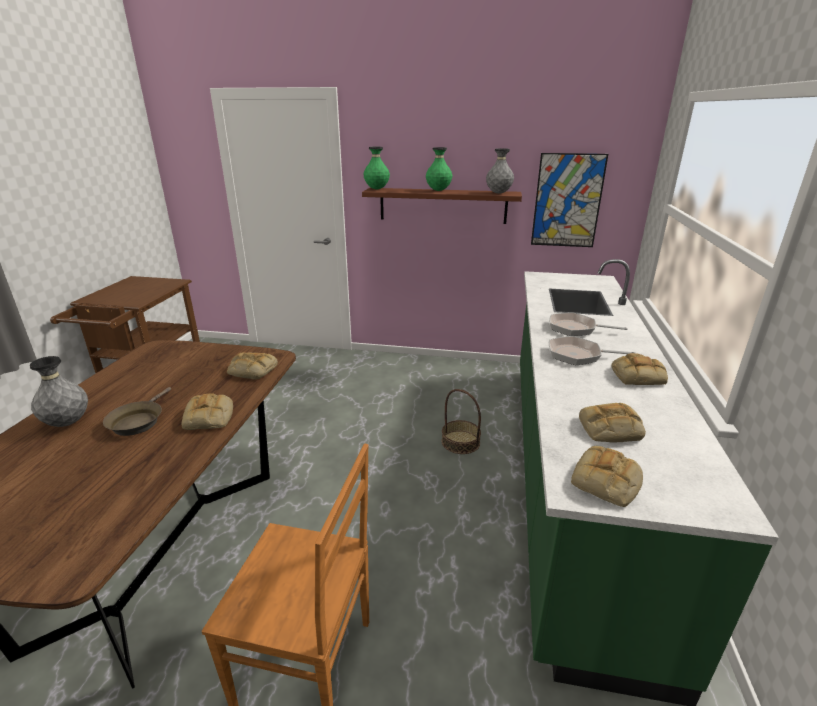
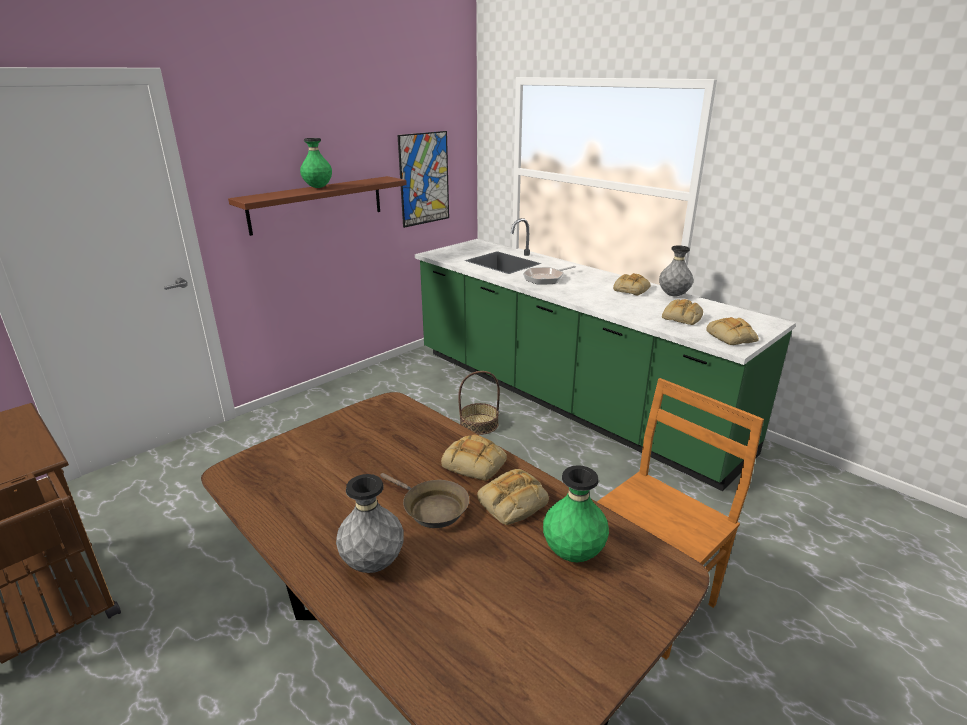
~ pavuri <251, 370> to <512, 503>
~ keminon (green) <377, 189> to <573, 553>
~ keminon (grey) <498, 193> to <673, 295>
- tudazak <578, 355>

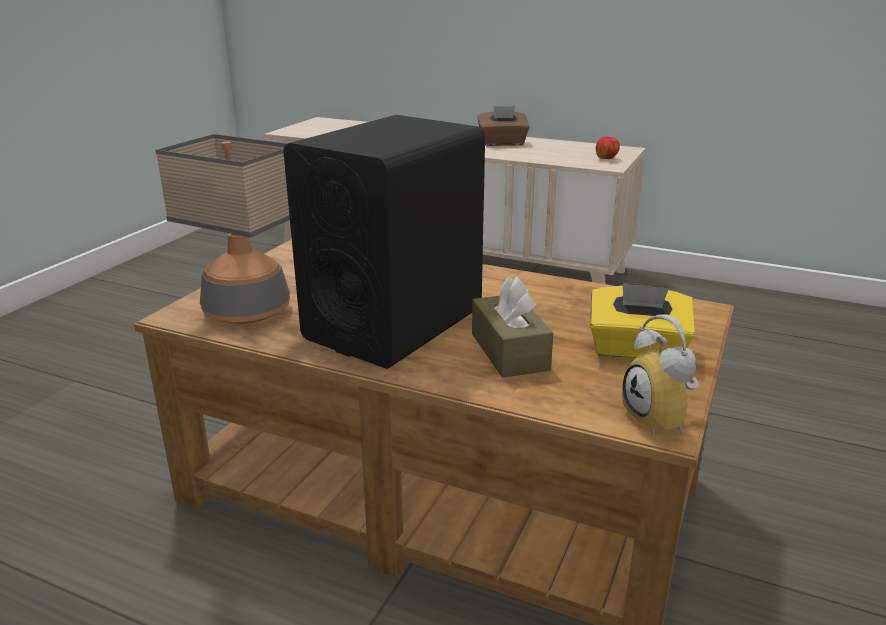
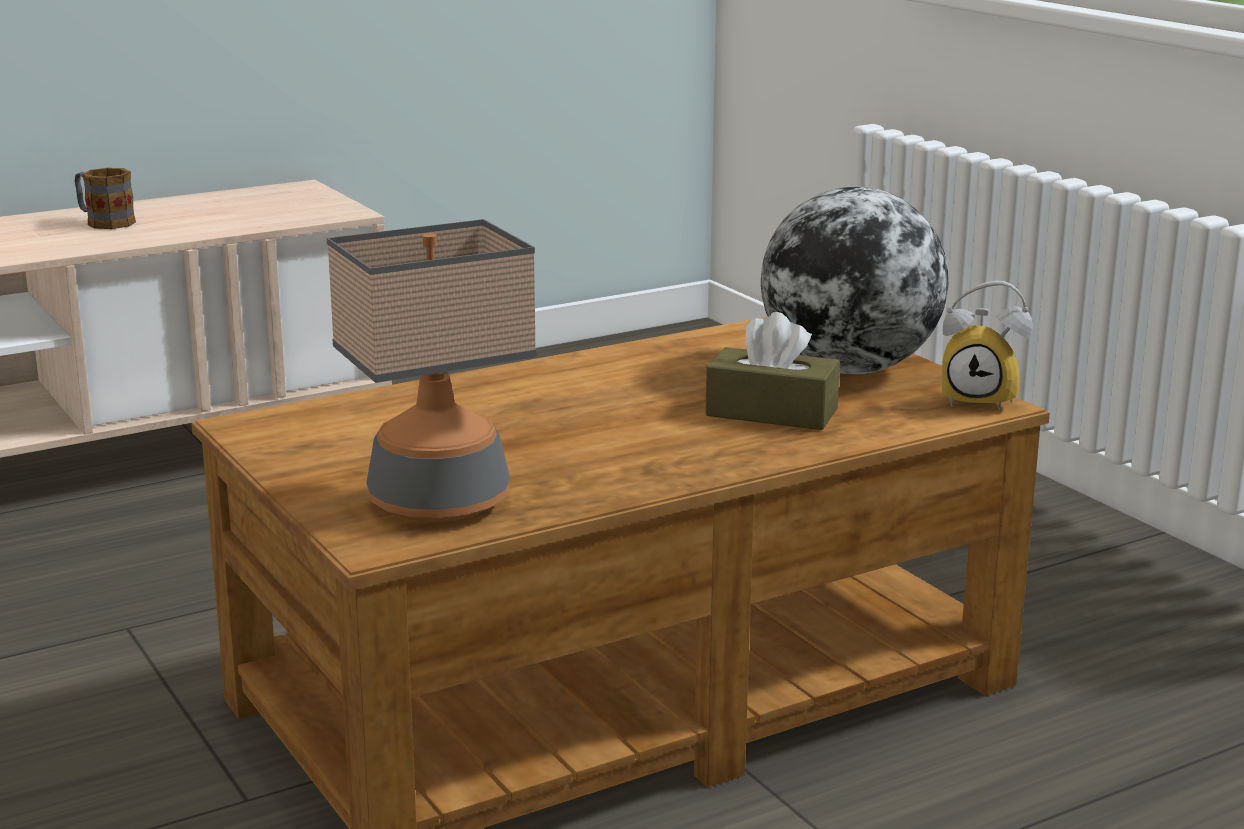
- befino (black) <394, 323>
~ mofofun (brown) <502, 143> to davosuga <104, 222>
~ mofofun (yellow) <636, 351> to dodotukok <848, 369>
- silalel <606, 158>

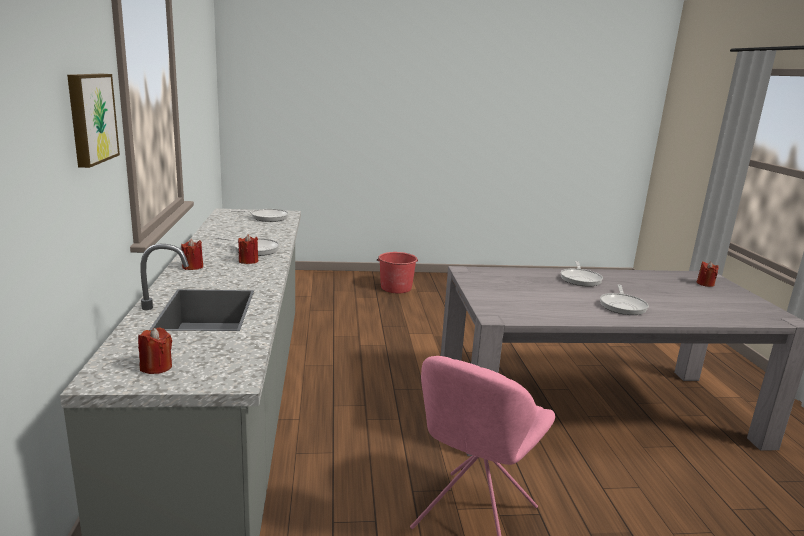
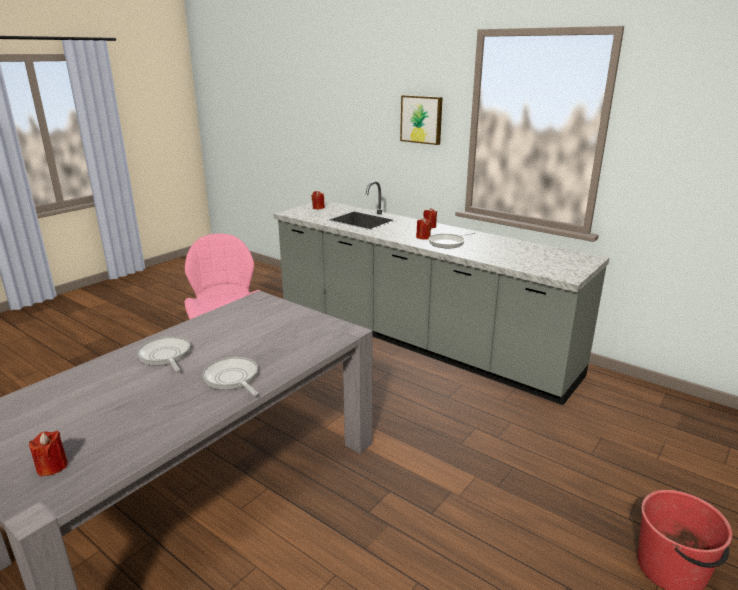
- tudazak <267, 217>

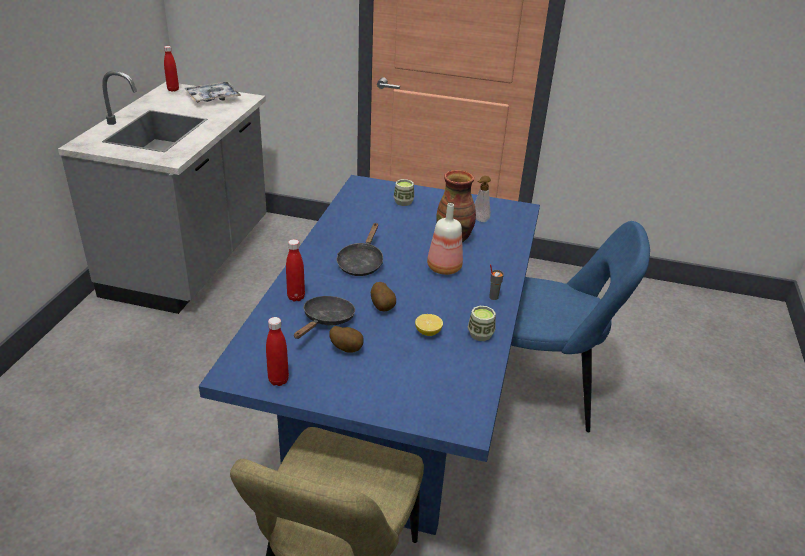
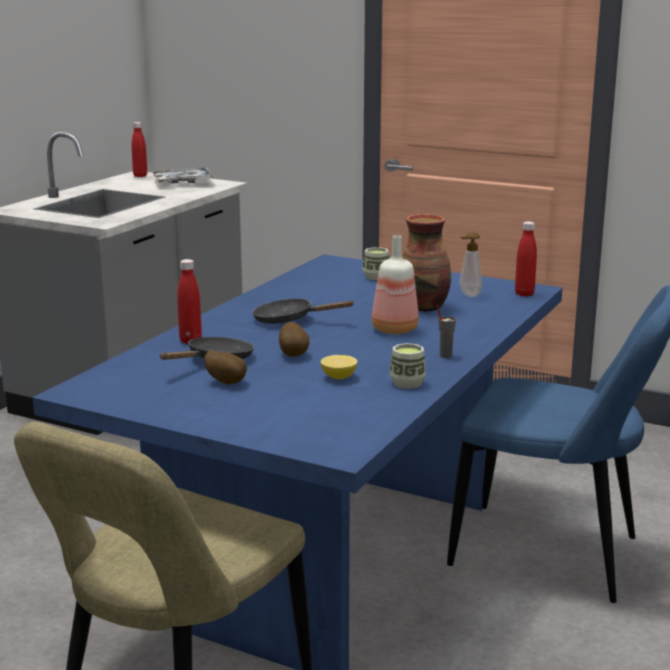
~ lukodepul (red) <278, 380> to <524, 294>
~ tudazak (black) <361, 262> = <289, 320> 75 degrees clockwise

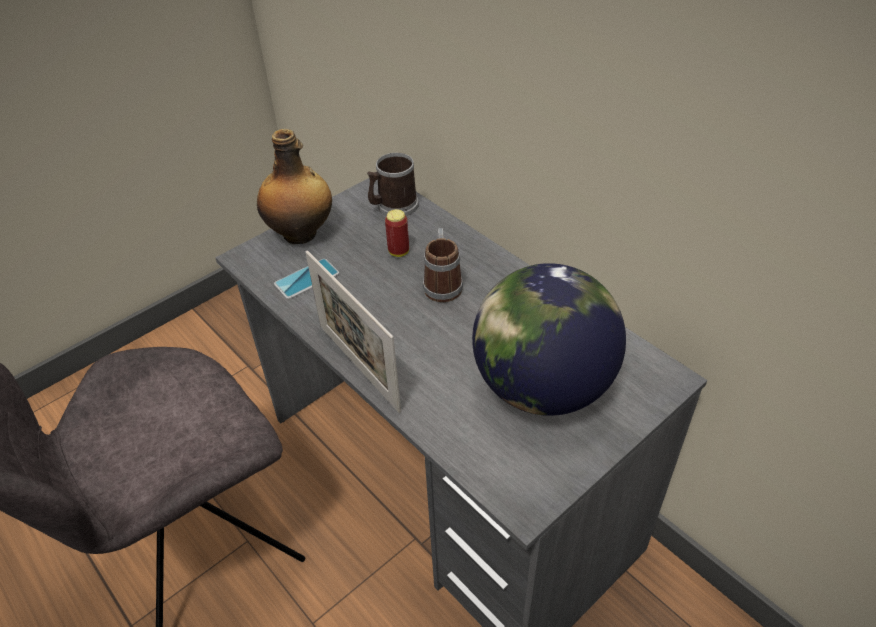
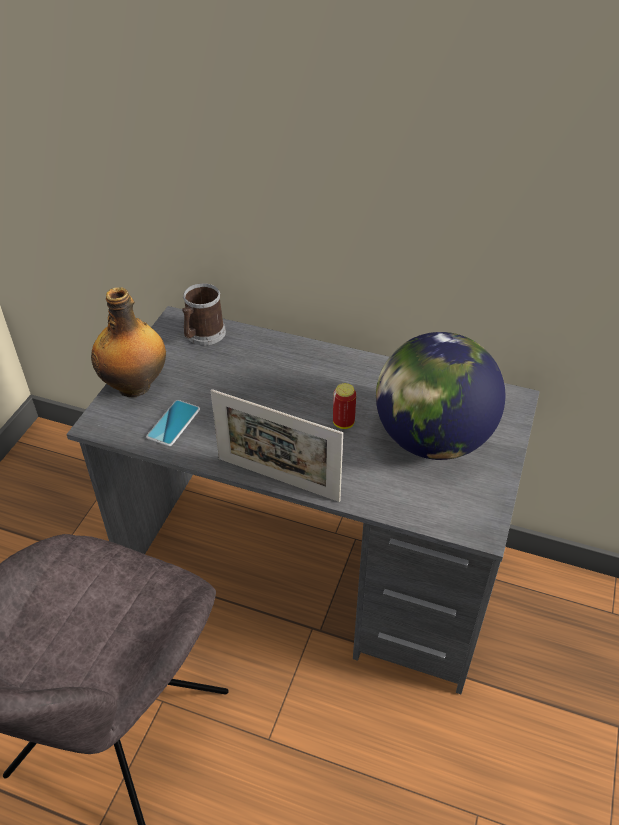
~ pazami <398, 252> to <343, 423>
- davosuga <442, 283>

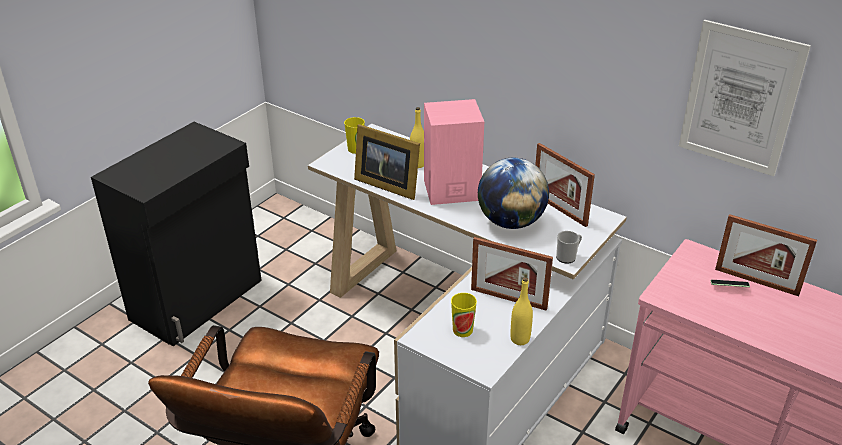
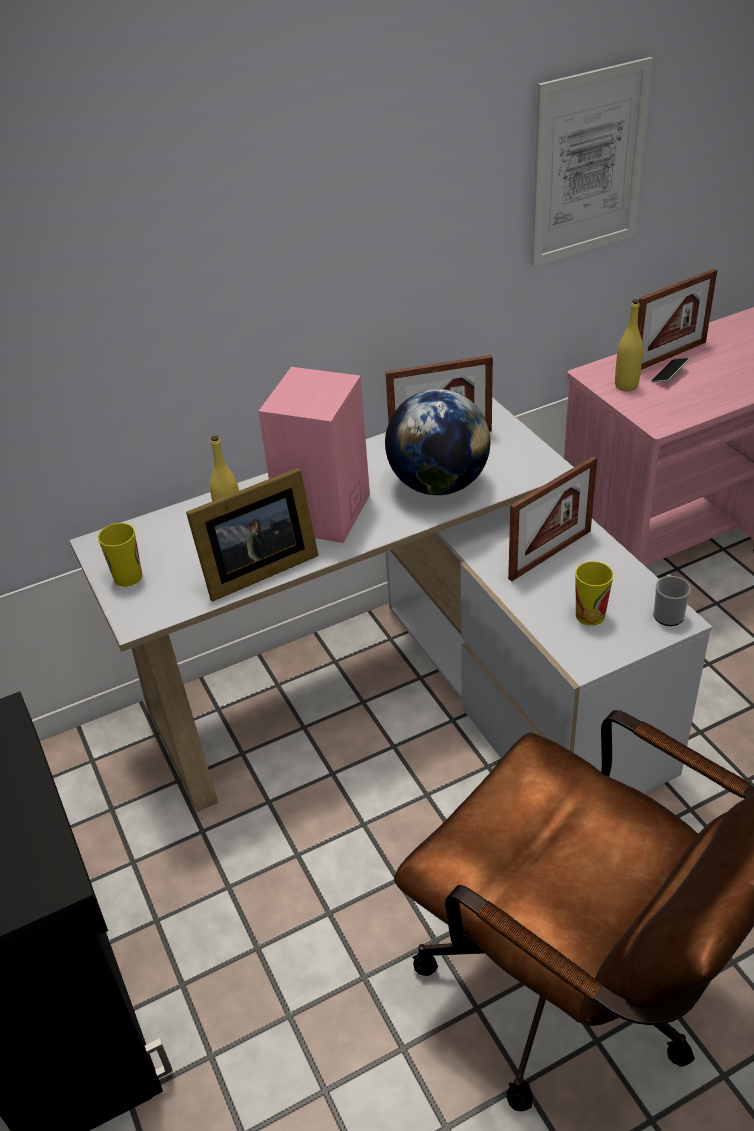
~ lukodepul (yellow) <520, 339> to <626, 386>
~ davosuga <568, 256> to <667, 613>

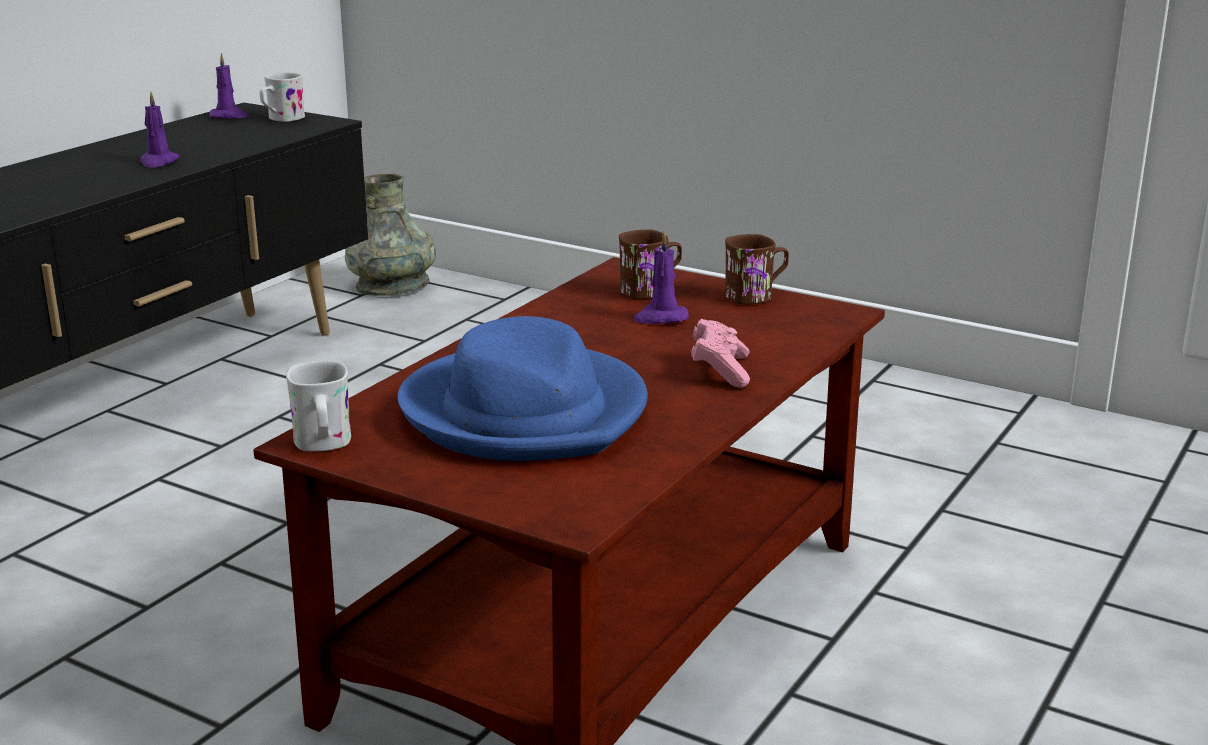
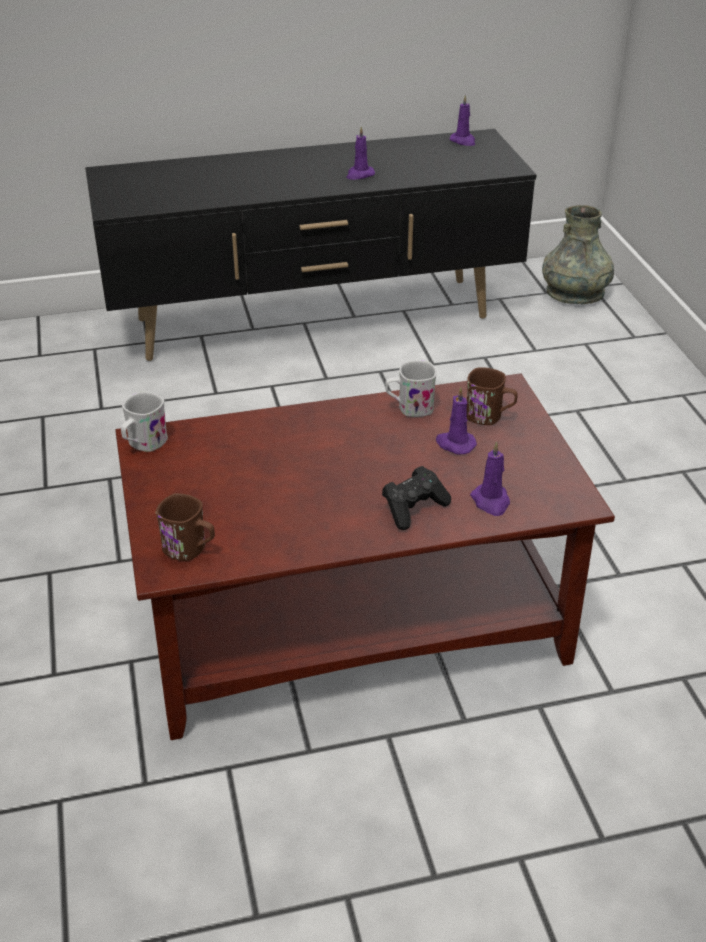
~ davosuga (white) <282, 119> to <409, 408>
- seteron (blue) <526, 412>
~ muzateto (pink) <720, 370> to muzateto (black) <414, 508>
~ davosuga (brown) <756, 296> to <190, 549>
+ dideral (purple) <491, 502>

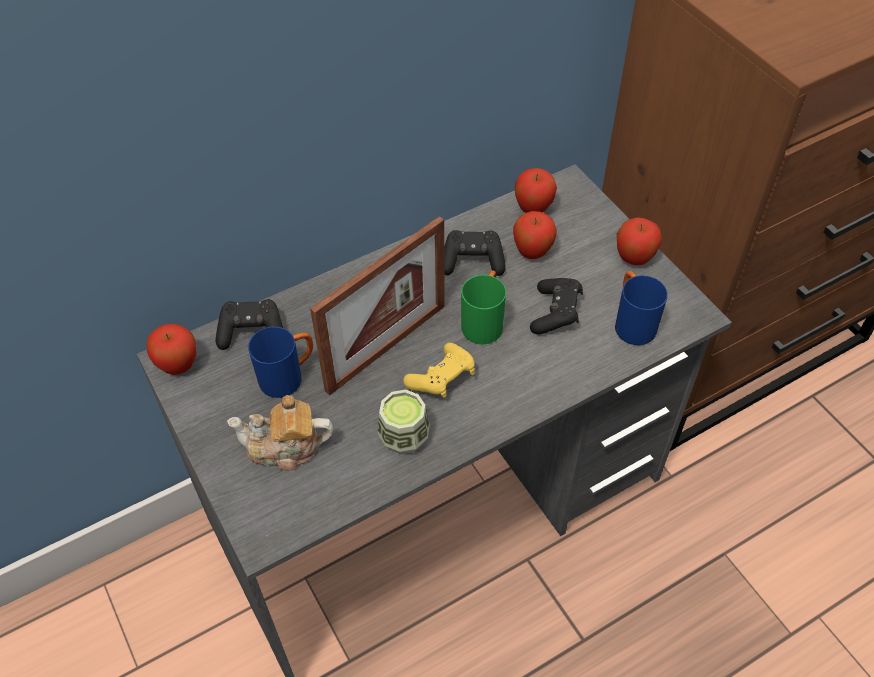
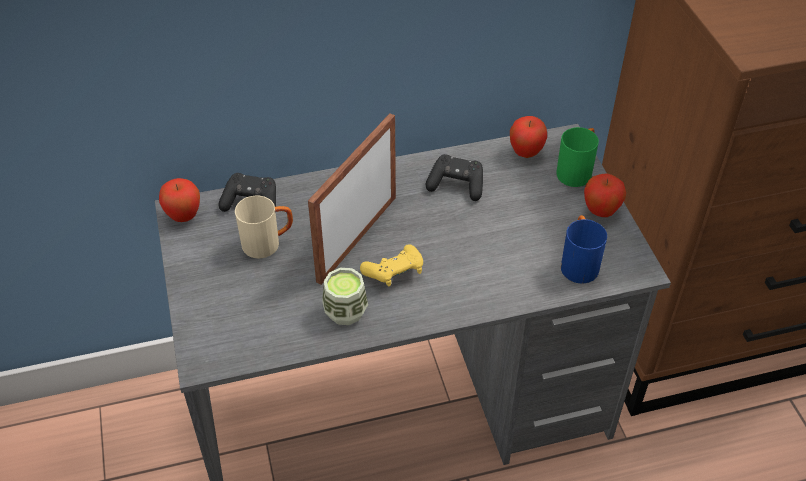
- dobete <285, 448>
~ davosuga (blue) <288, 376> to davosuga (beige) <268, 243>
~ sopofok <386, 347> = <357, 238> 150 degrees clockwise
~ davosuga (green) <484, 322> to <576, 171>
- silalel <532, 252>
- muzateto (black) <556, 313>

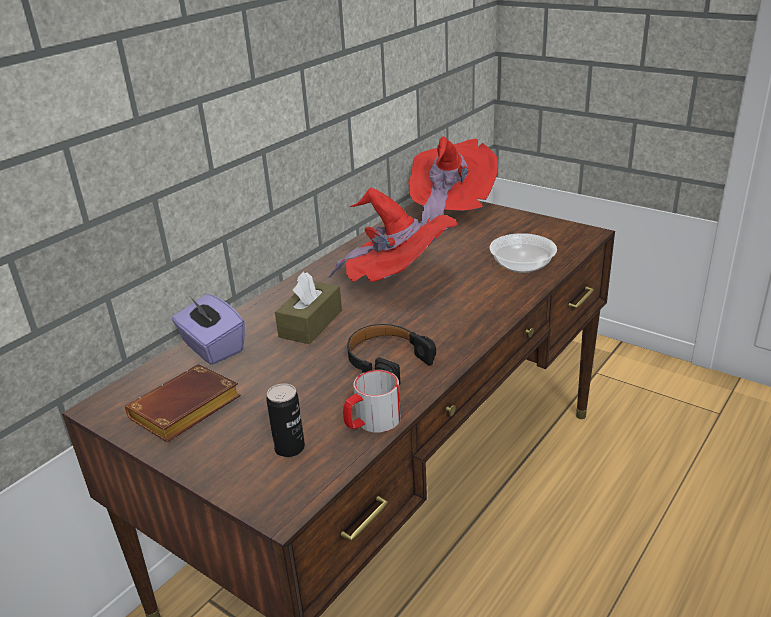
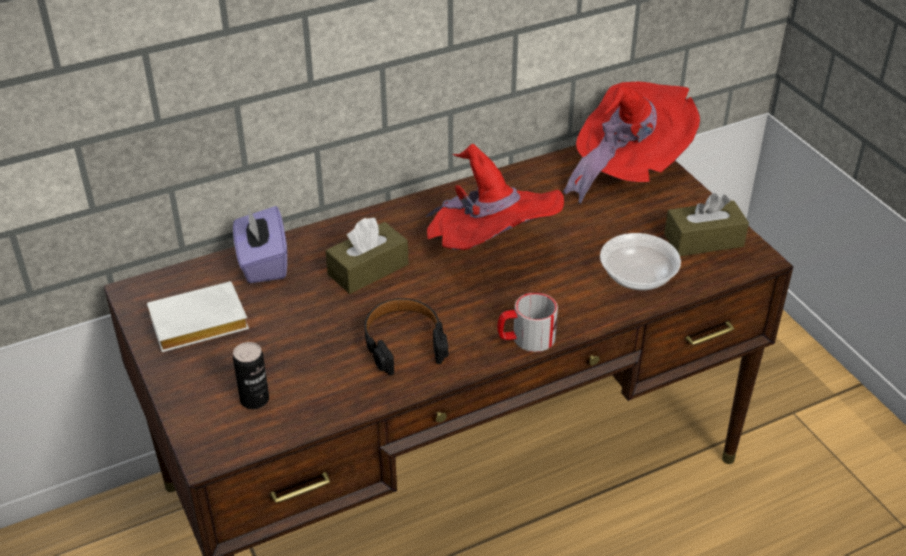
~ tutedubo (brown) <185, 412> to tutedubo (white) <196, 326>
~ davosuga <371, 422> to <526, 338>
+ mofofun (brown) <703, 240>

